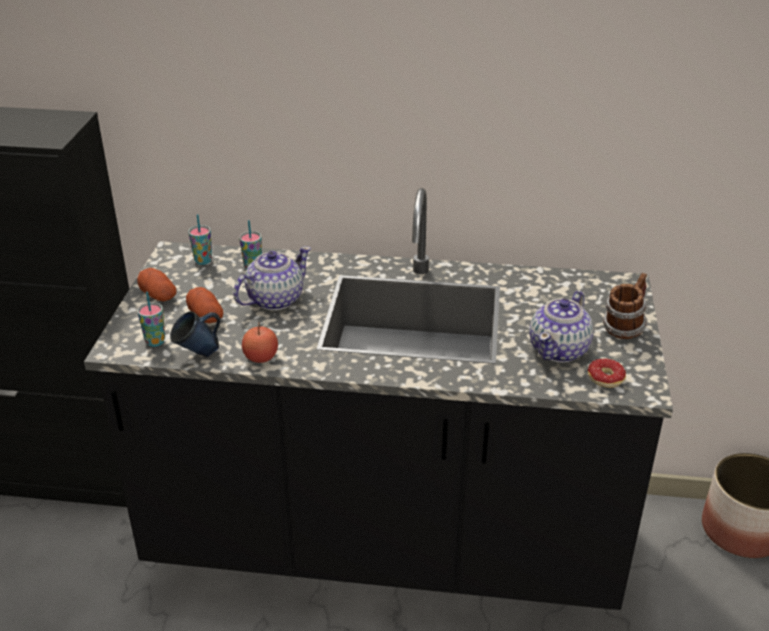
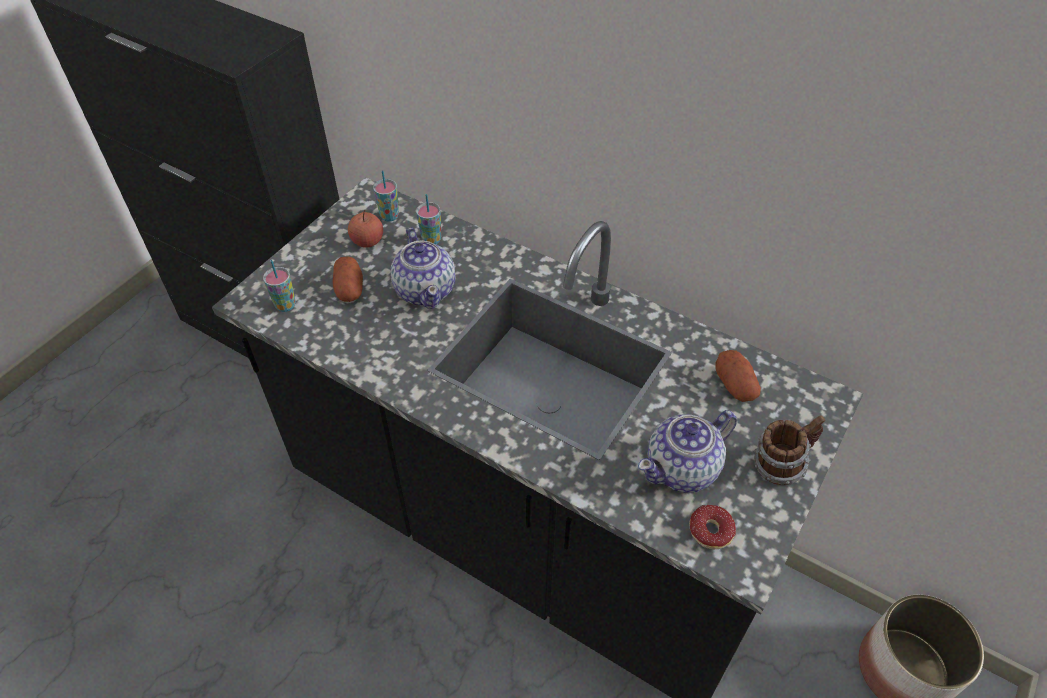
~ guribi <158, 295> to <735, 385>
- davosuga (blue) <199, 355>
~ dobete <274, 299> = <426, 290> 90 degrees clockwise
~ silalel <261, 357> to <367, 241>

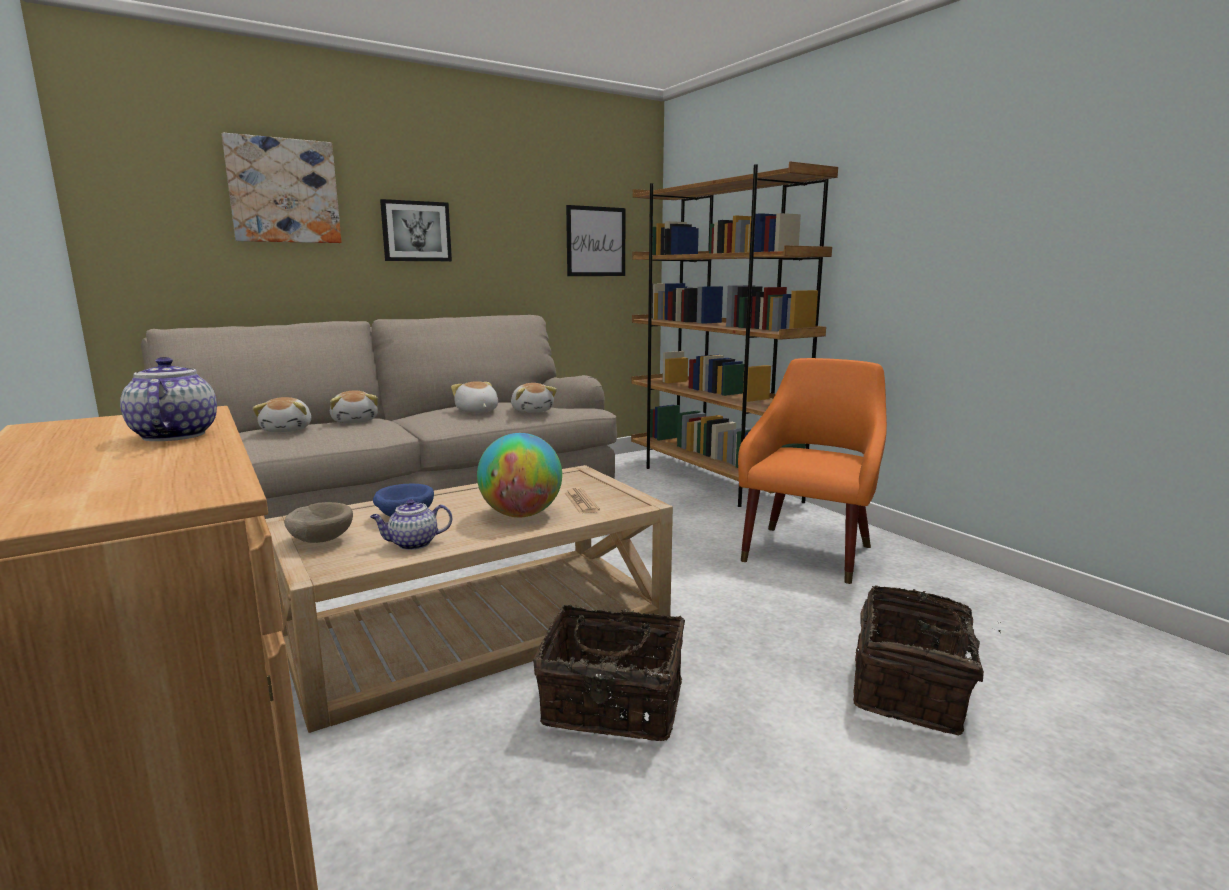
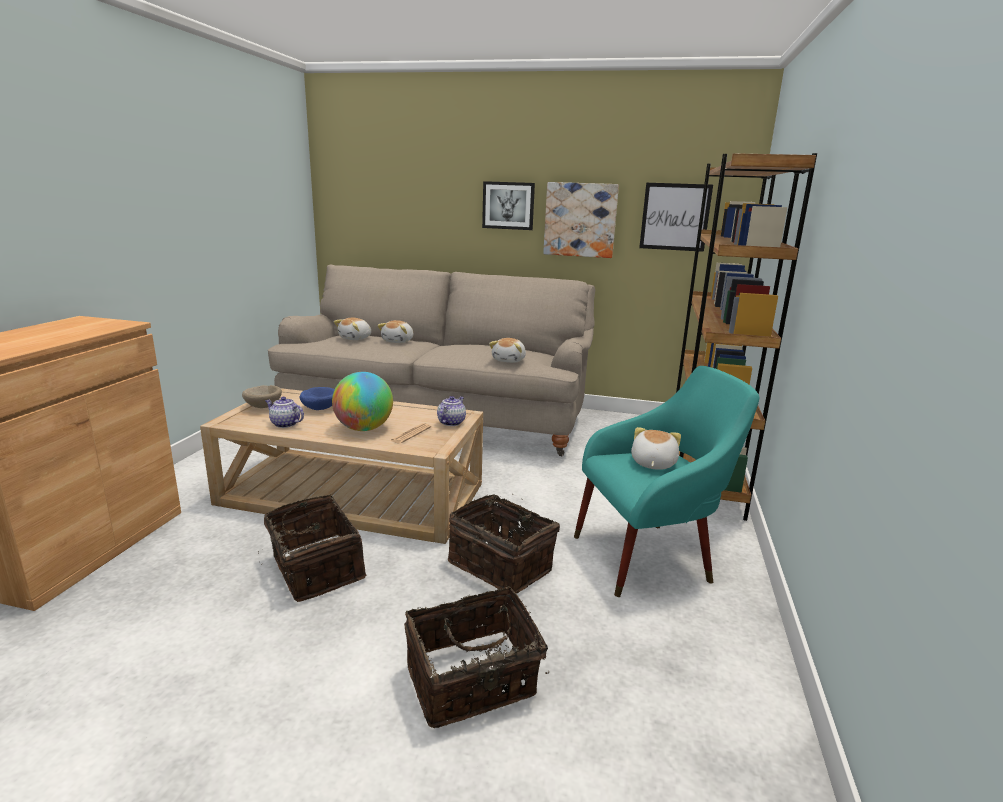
~ dobete <174, 435> to <451, 422>
~ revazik <284, 191> to <580, 220>
~ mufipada <477, 411> to <652, 463>
~ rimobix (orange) <809, 550> to rimobix (turquoise) <649, 556>
+ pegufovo <502, 565>

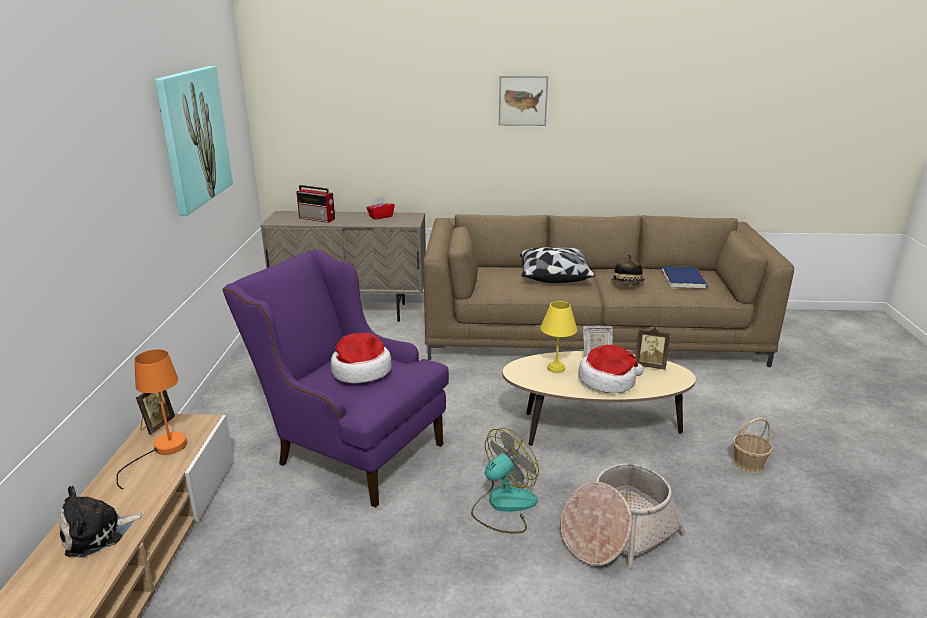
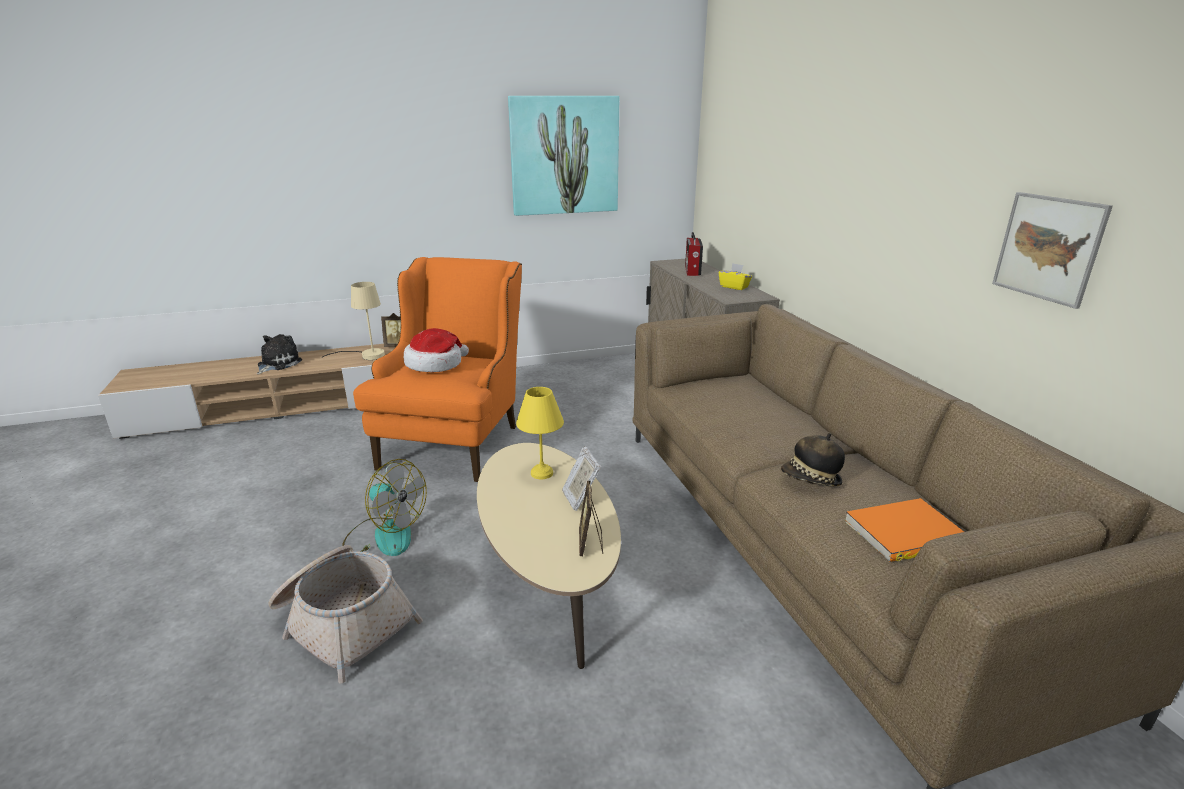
~ mufipada <97, 533> = <277, 364> 75 degrees clockwise
~ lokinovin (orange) <162, 450> to lokinovin (beige) <367, 355>
~ rimobix (purple) <349, 448> to rimobix (orange) <456, 439>
~ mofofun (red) <380, 216> to mofofun (yellow) <734, 287>
~ revazik <523, 100> to <1048, 248>
- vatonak <553, 275>
- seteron <608, 381>
~ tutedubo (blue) <683, 280> to tutedubo (orange) <905, 534>
- pegufovo <748, 464>

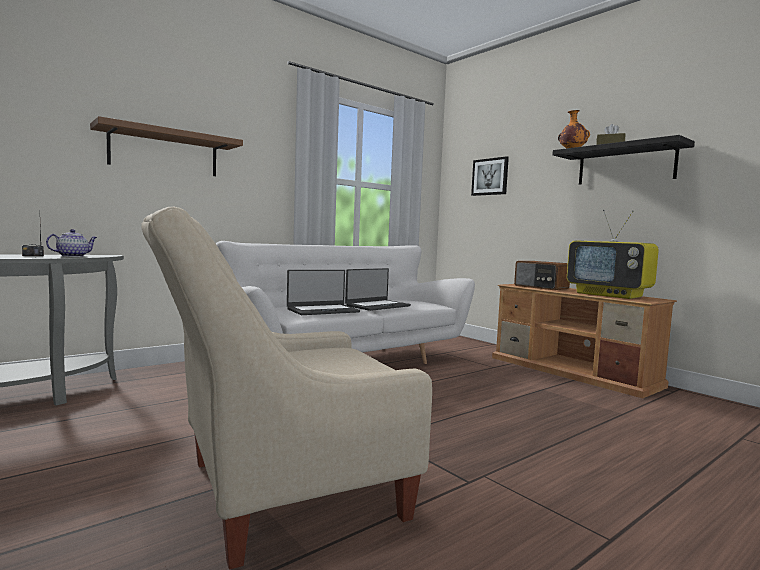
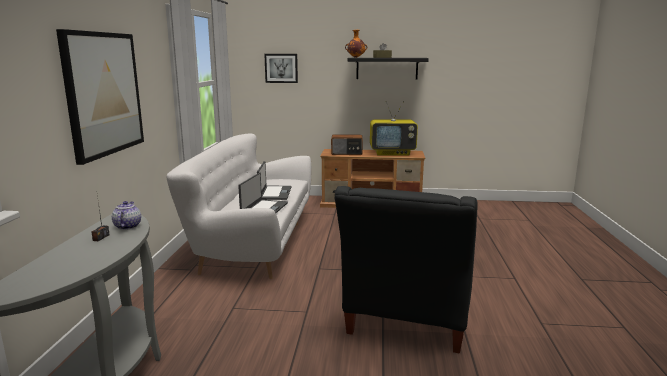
~ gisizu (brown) <164, 152> to revazik <103, 94>
~ rimobix (beige) <275, 493> to rimobix (black) <406, 323>

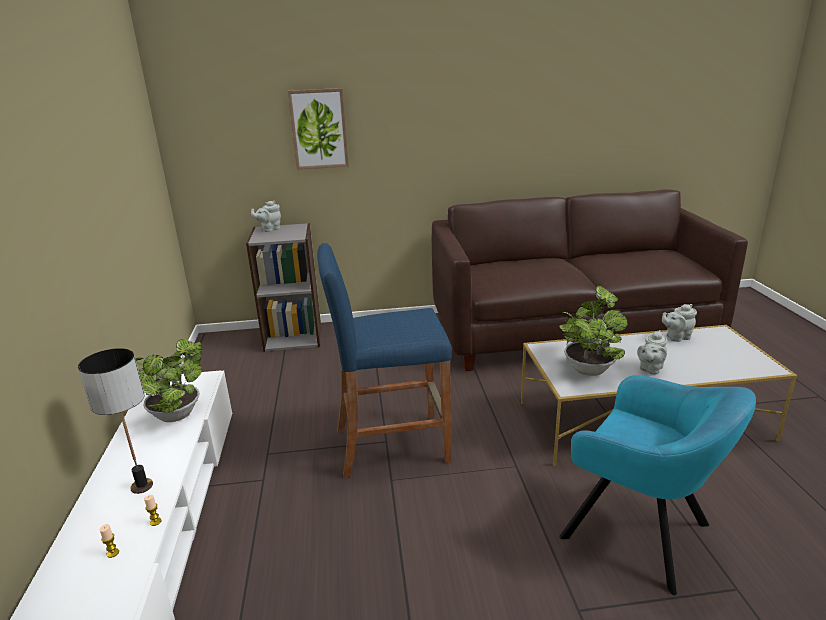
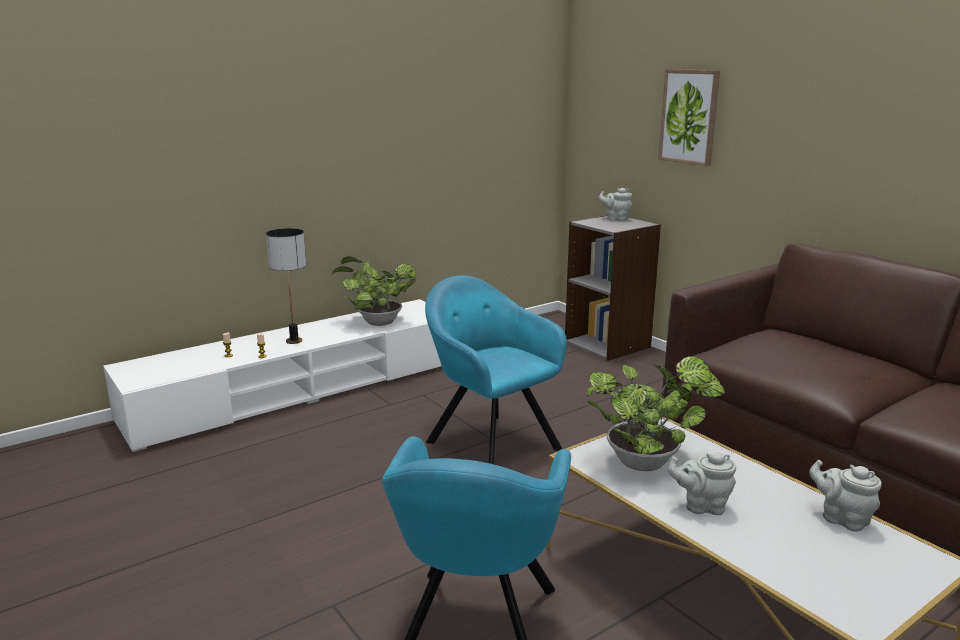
~ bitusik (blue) <392, 444> to rimobix (turquoise) <489, 443>

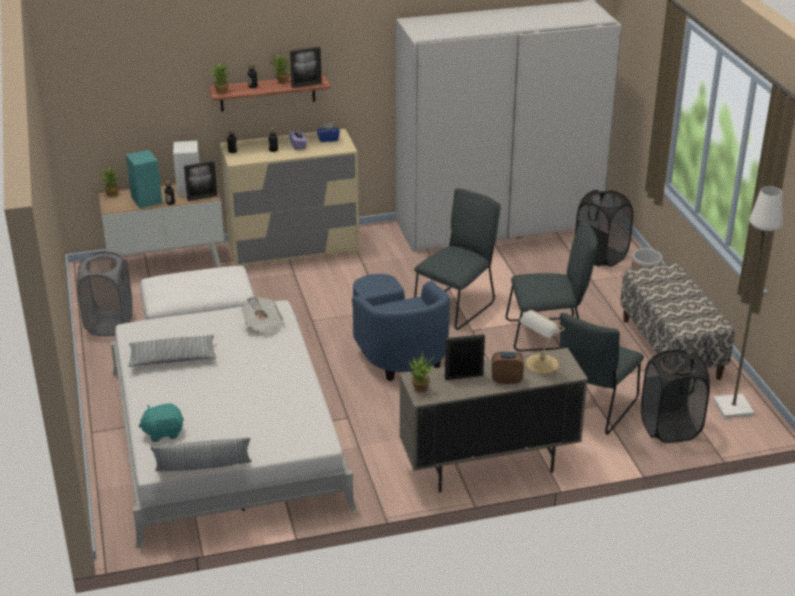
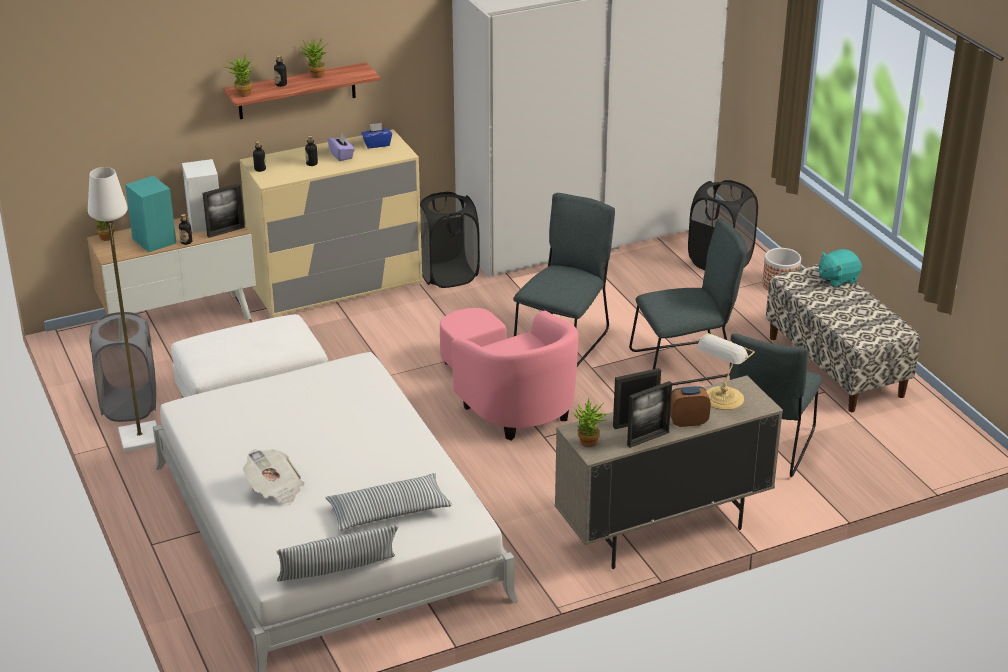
~ vatonak <172, 359> to <388, 512>
~ mufipada (turquoise) <163, 432> to <837, 279>
~ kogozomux <263, 326> to <275, 489>
~ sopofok <306, 85> to <648, 439>
~ rimobix (blue) <397, 350> to rimobix (pink) <508, 401>
~ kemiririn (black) <670, 428> to <448, 275>
~ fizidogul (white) <734, 408> to <141, 438>

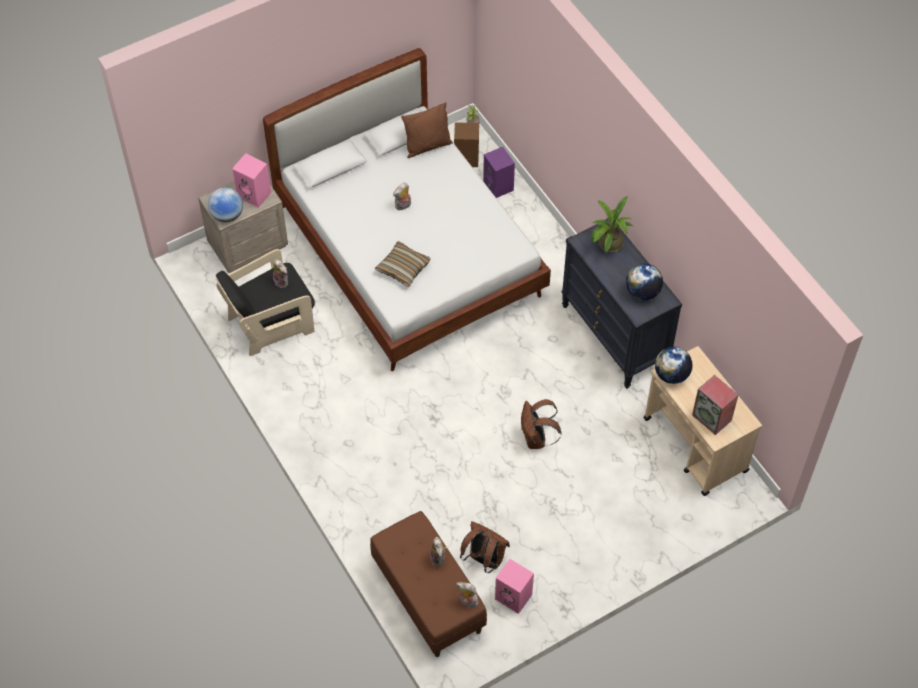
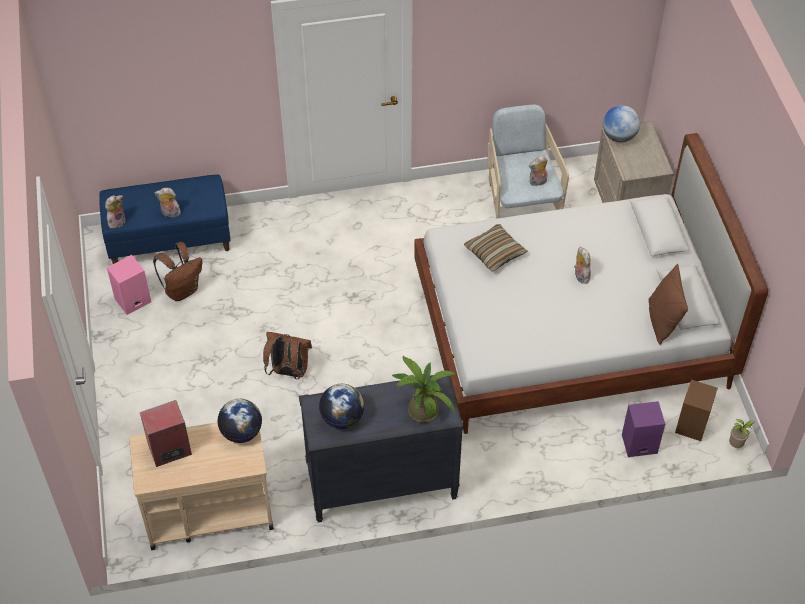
~ rimobix (black) <271, 323> to rimobix (beige) <521, 201>
- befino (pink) <255, 194>
~ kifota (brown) <427, 597> to kifota (blue) <170, 239>

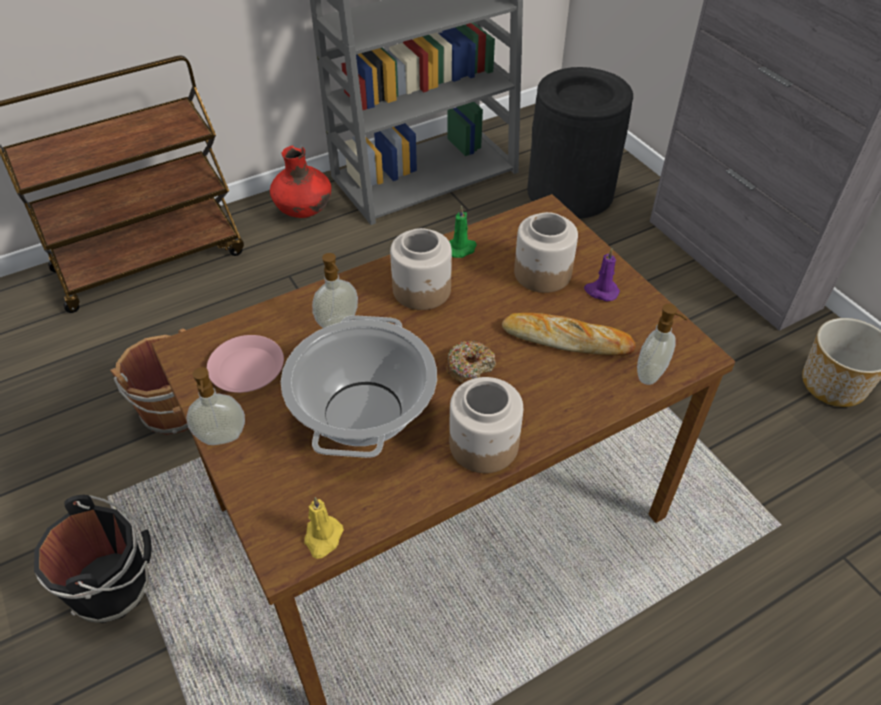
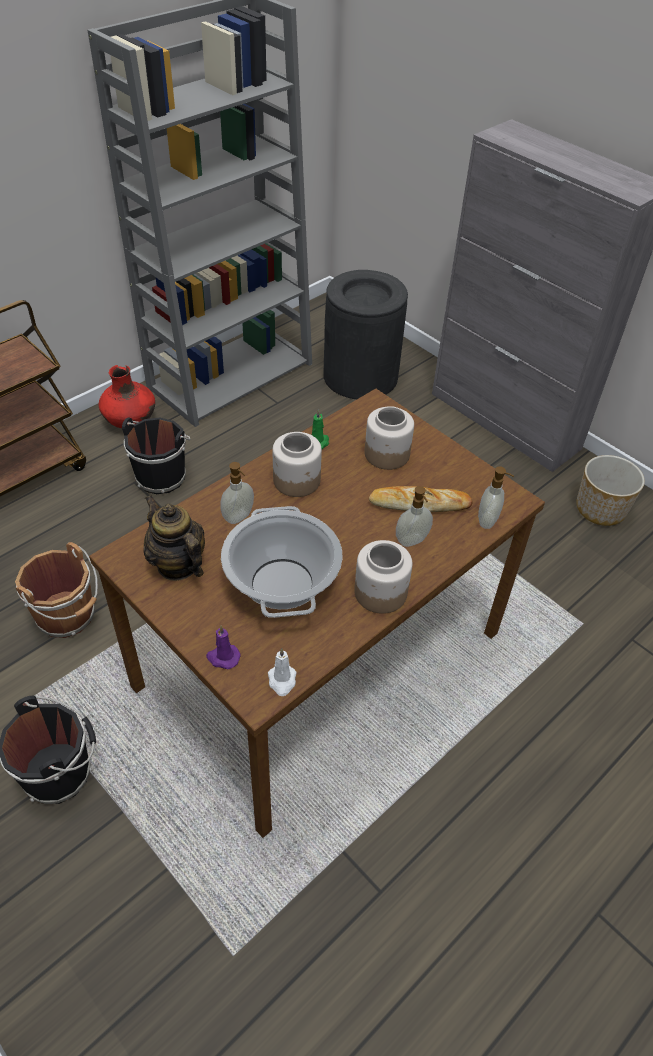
~ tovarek <222, 438> to <412, 541>
~ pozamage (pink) <247, 369> to dobete <177, 564>
~ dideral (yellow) <323, 538> to dideral (white) <282, 681>
- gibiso <470, 368>
~ dideral (purple) <601, 291> to <223, 657>
+ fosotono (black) <161, 475>

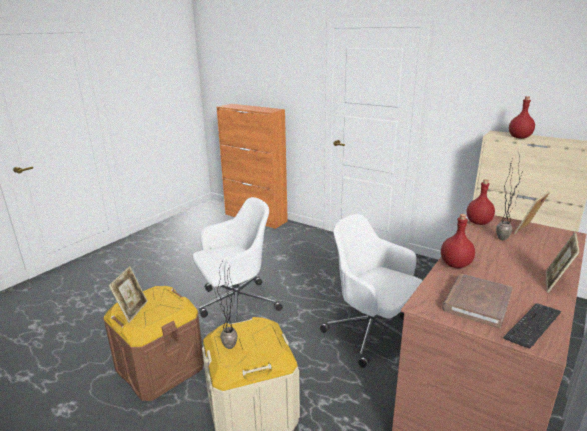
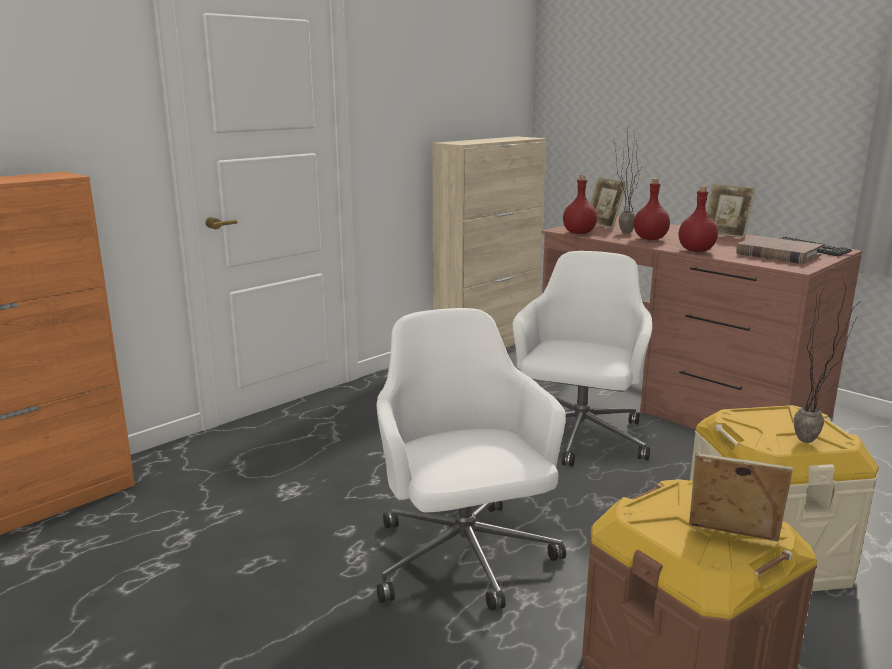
~ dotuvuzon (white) <372, 333> = <578, 439> 150 degrees clockwise
~ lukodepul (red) <519, 137> to <649, 239>

